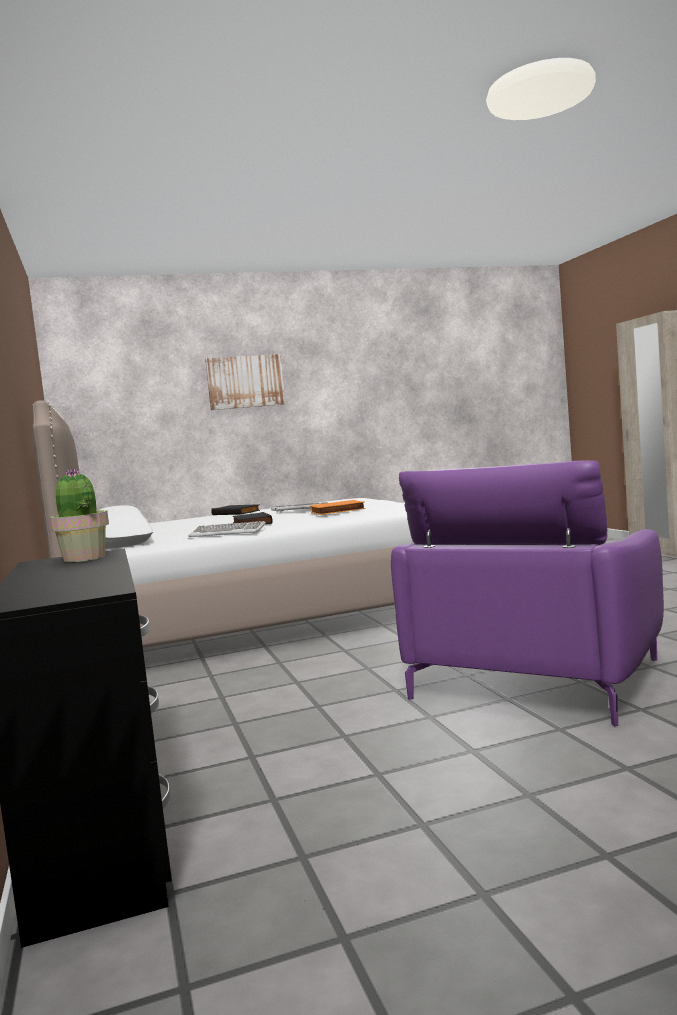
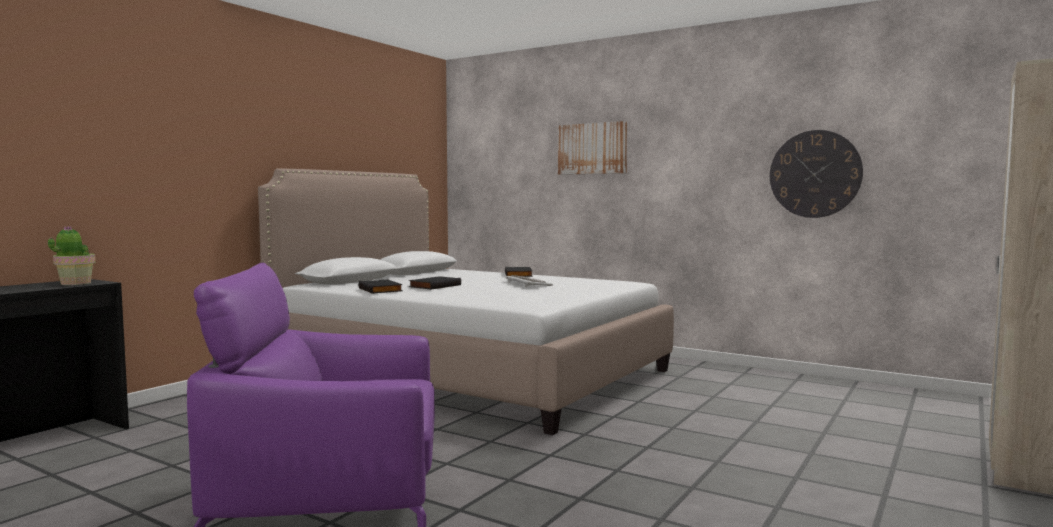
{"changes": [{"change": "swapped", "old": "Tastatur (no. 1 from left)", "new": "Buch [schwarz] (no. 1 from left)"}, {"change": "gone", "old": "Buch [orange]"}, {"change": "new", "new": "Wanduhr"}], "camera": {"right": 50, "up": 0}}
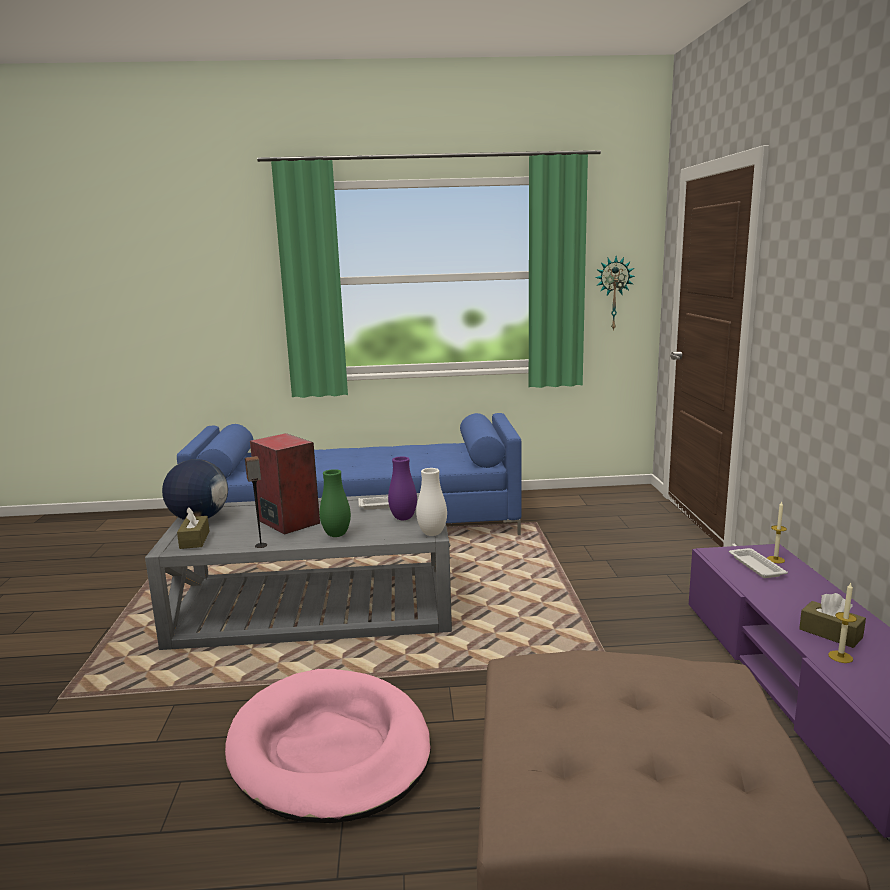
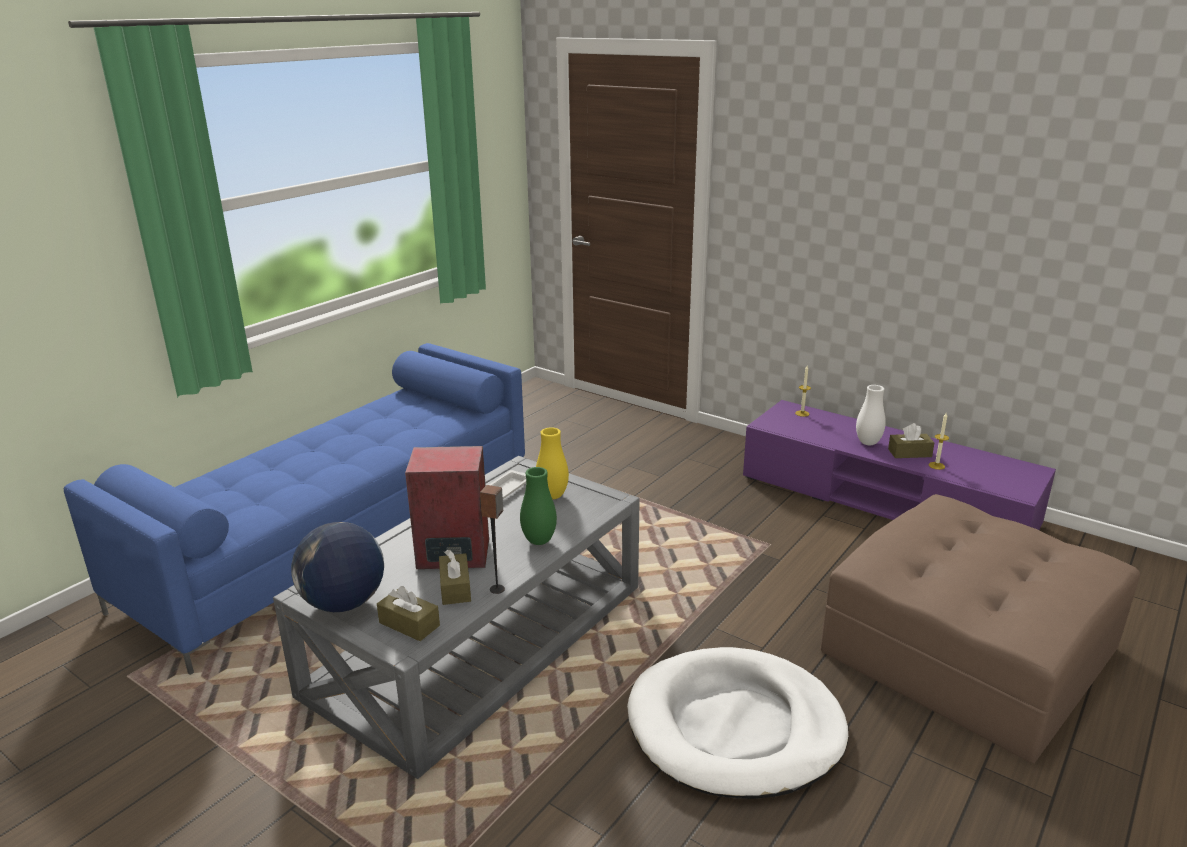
{"changes": [{"change": "repainted", "old": "Hundebett [rosa]", "new": "Hundebett [weiß]"}, {"change": "repainted", "old": "Vase [lila]", "new": "Vase [gelb]"}, {"change": "shifted", "old": "Vase [weiß]"}, {"change": "gone", "old": "Wanduhr"}, {"change": "gone", "old": "Tablett [weiß] (no. 2 from left)"}, {"change": "new", "new": "Taschentuchbox [braun] (no. 2 from left)"}], "camera": {"right": -50, "up": 10}}
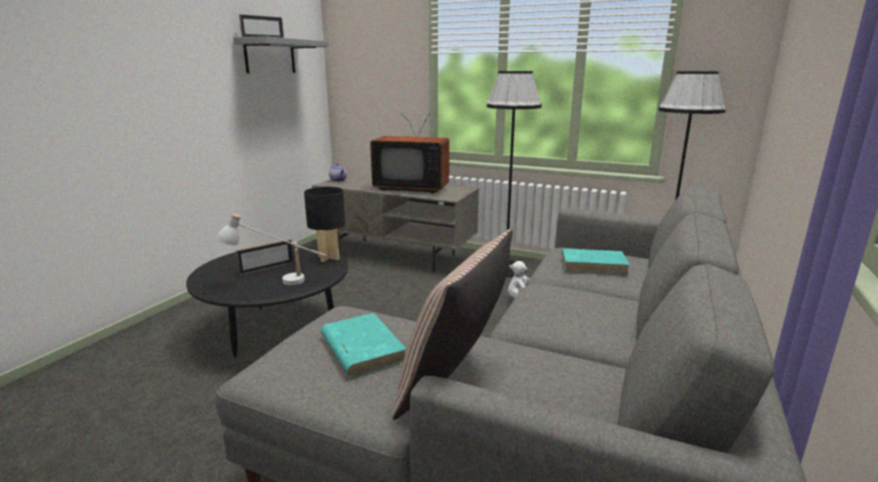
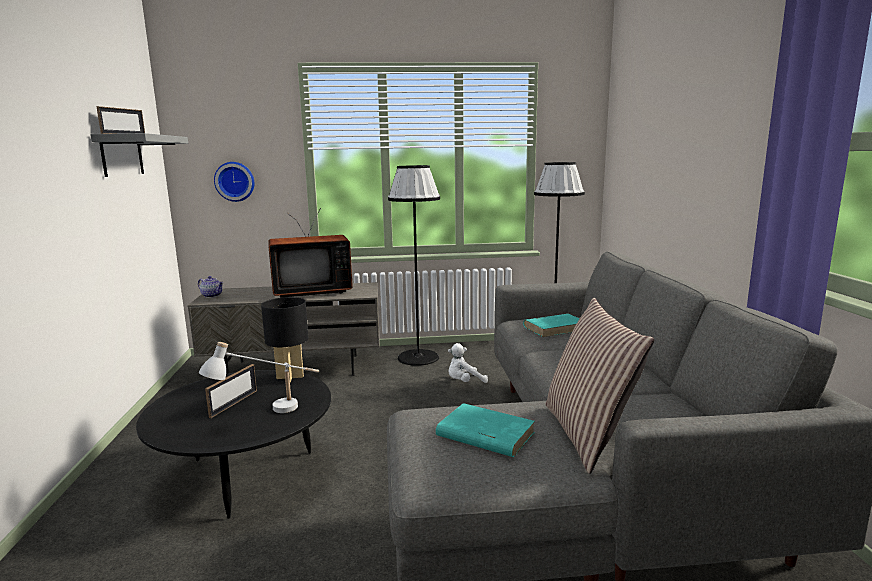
{"changes": [{"change": "new", "new": "Wanduhr"}], "camera": {"right": -30, "up": -5}}
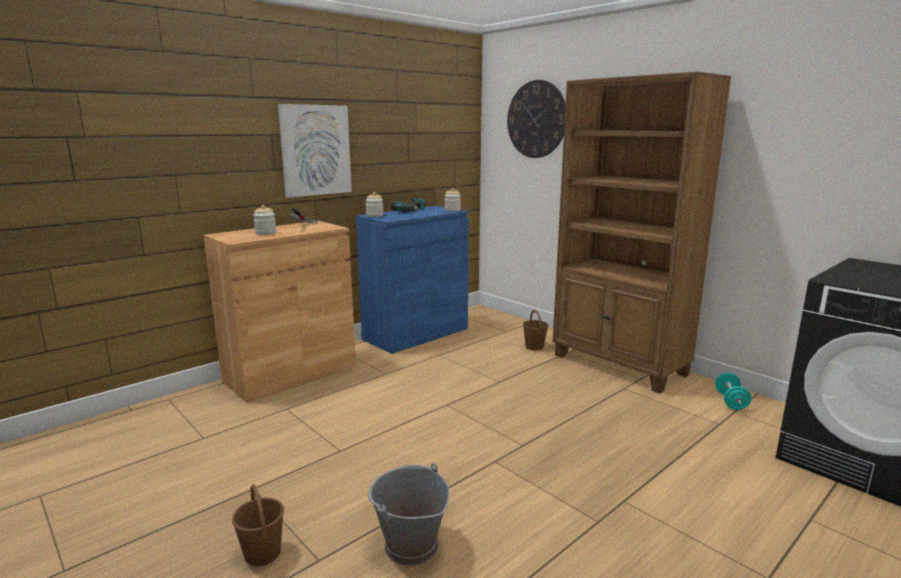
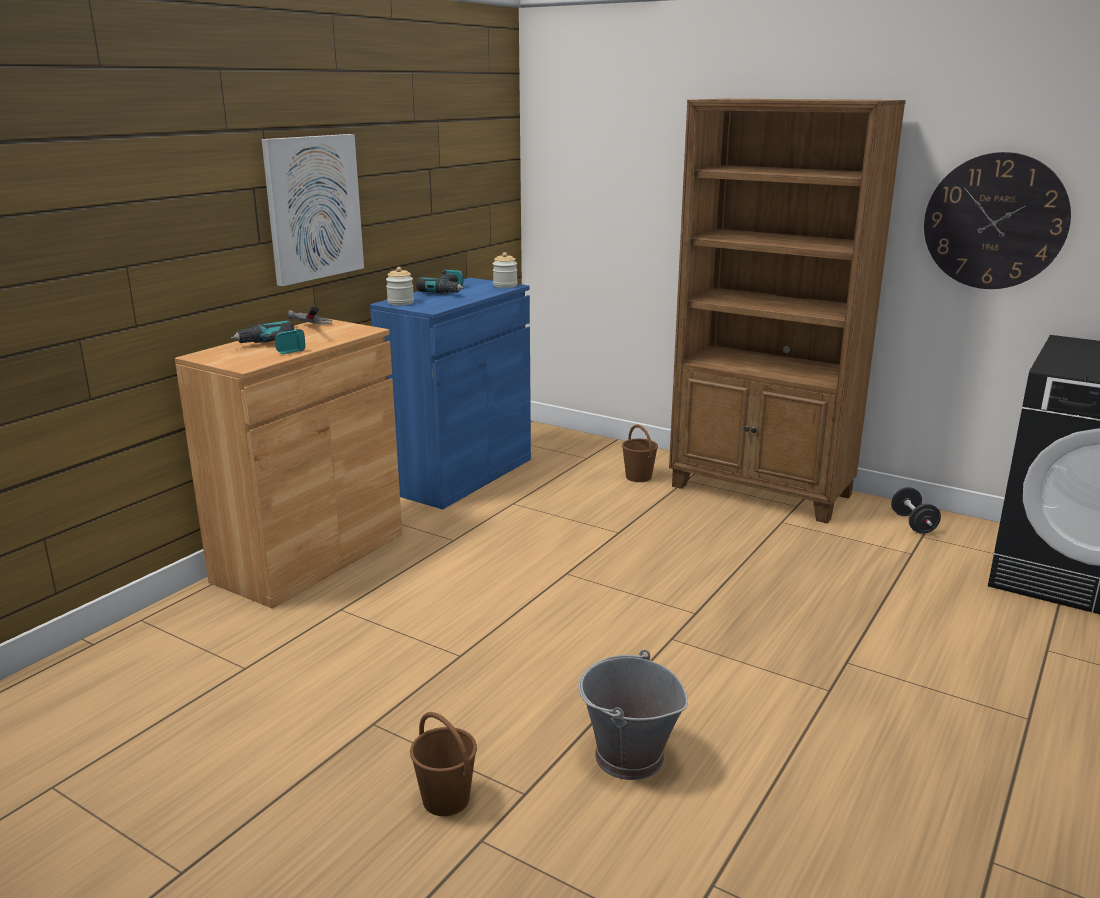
{"changes": [{"change": "swapped", "old": "Vorratsglas (no. 1 from left)", "new": "Bohrmaschine (no. 1 from left)"}, {"change": "shifted", "old": "Wanduhr"}, {"change": "repainted", "old": "Hantel [türkis]", "new": "Hantel [schwarz]"}], "camera": {"right": -15, "up": 5}}
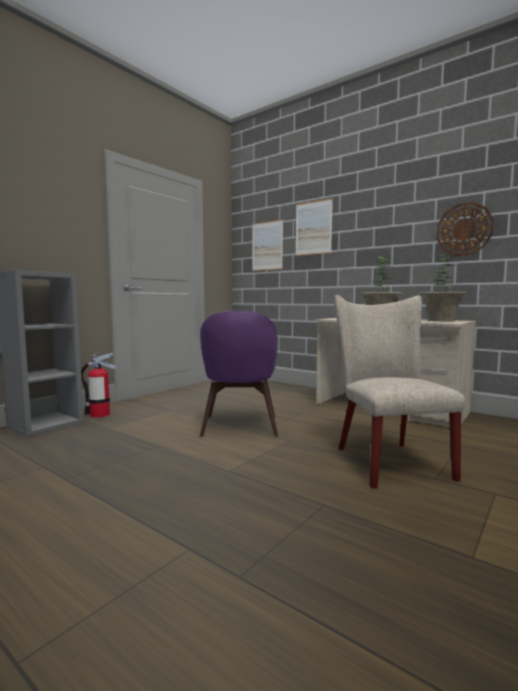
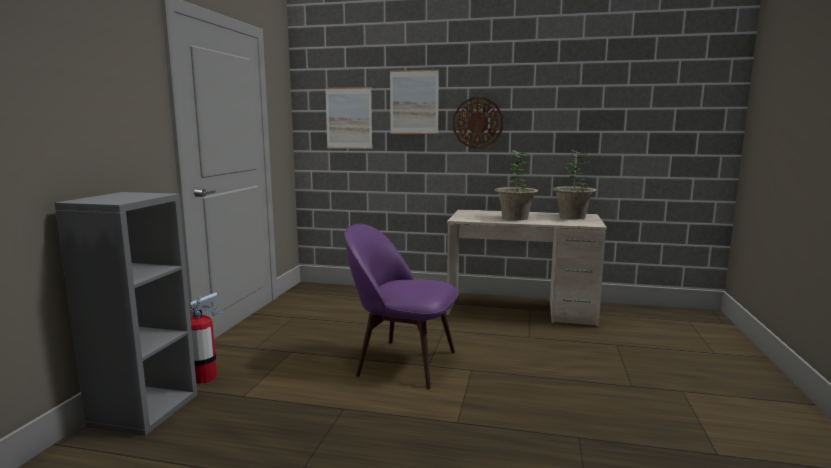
{"changes": [{"change": "rotated", "old": "Stuhl [lila]", "degrees": 135}, {"change": "gone", "old": "Stuhl [beige]"}, {"change": "shifted", "old": "Wanduhr"}], "camera": {"right": -25, "up": 5}}
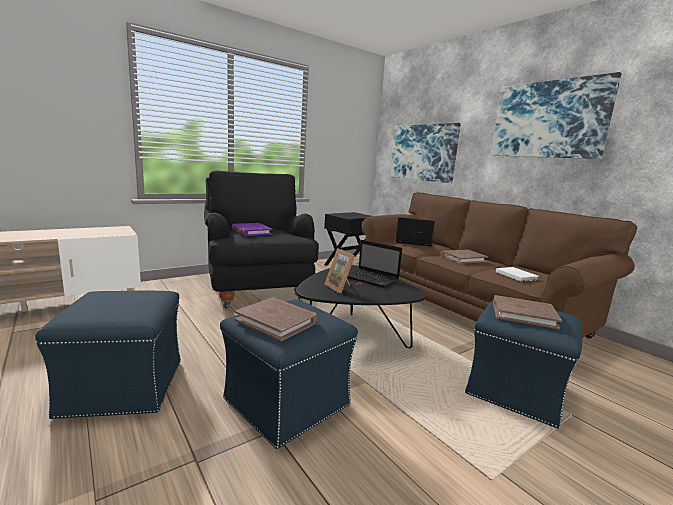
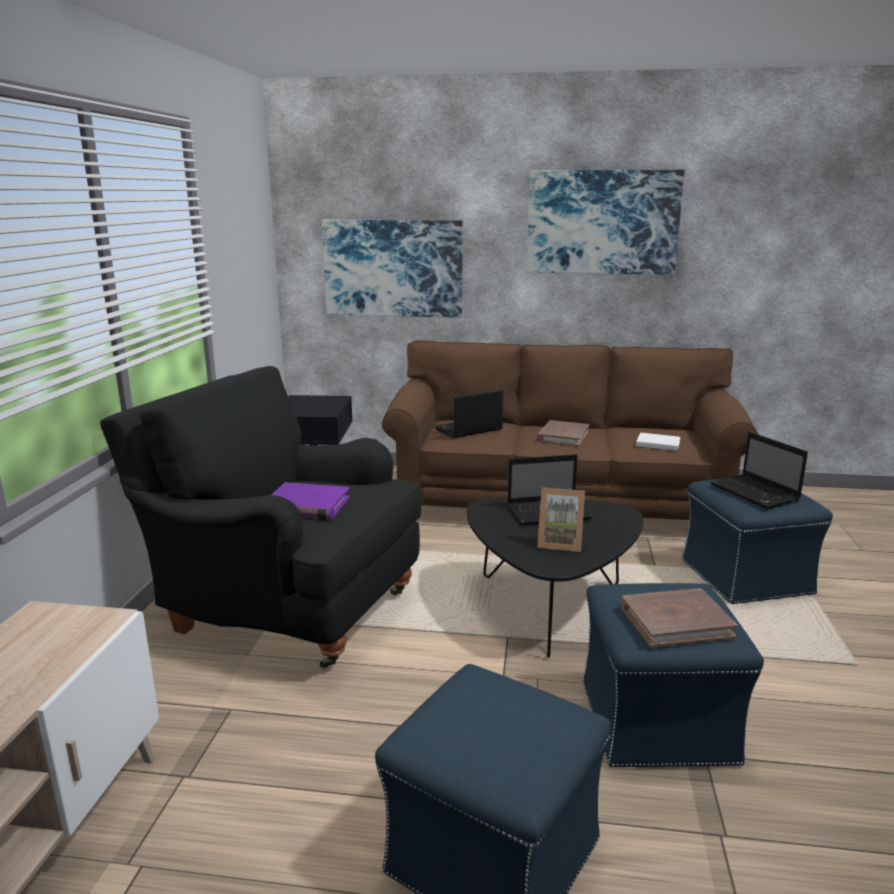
{"changes": [{"change": "swapped", "old": "Buch [braun] (no. 3 from left)", "new": "Laptop (no. 3 from left)"}], "camera": {"right": -45, "up": 5}}
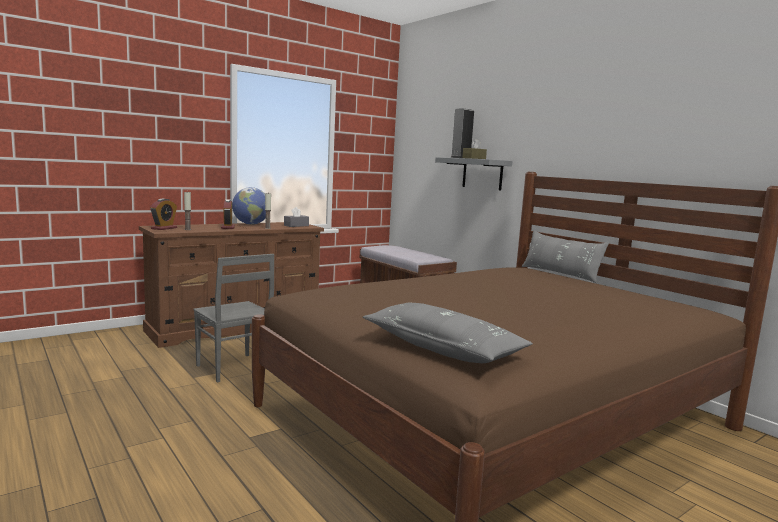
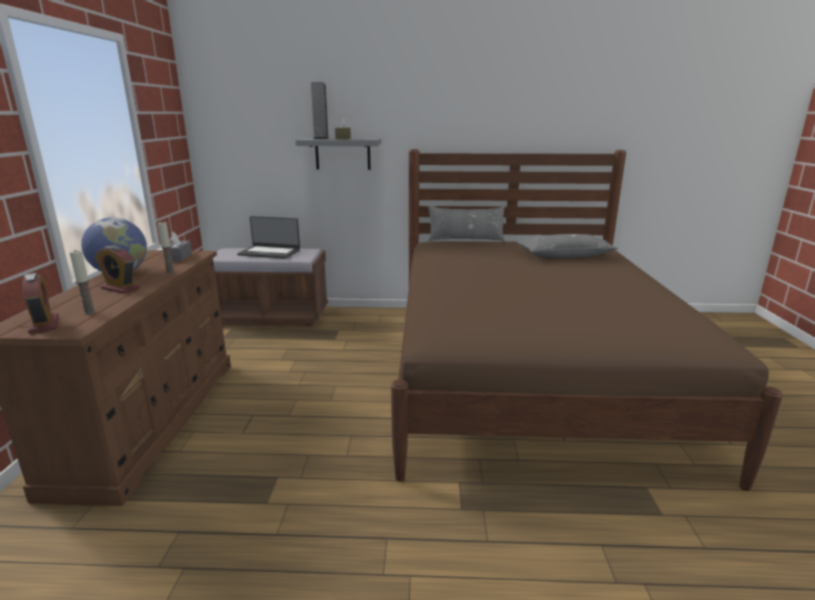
{"changes": [{"change": "gone", "old": "Stuhl [grau]"}, {"change": "shifted", "old": "Kissen [grau] (no. 1 from left in the first image)", "new": "Kissen [grau] (no. 2 from left)"}, {"change": "new", "new": "Laptop"}], "camera": {"right": -50, "up": 10}}
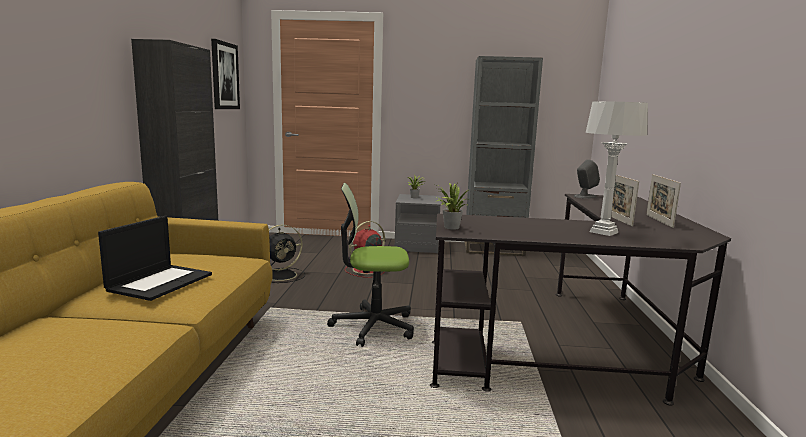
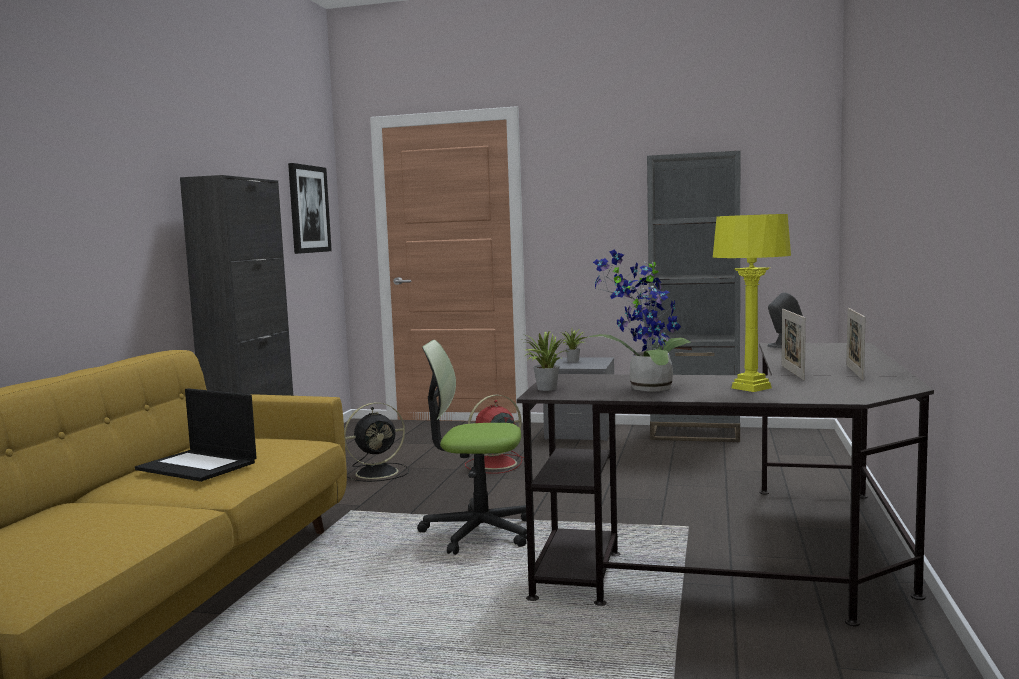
{"changes": [{"change": "rotated", "old": "Laptop", "degrees": 90}, {"change": "repainted", "old": "Tischlampe [weiß]", "new": "Tischlampe [gelb]"}, {"change": "new", "new": "Topfpflanze (no. 3 from left)"}], "camera": {"right": 10, "up": -5}}
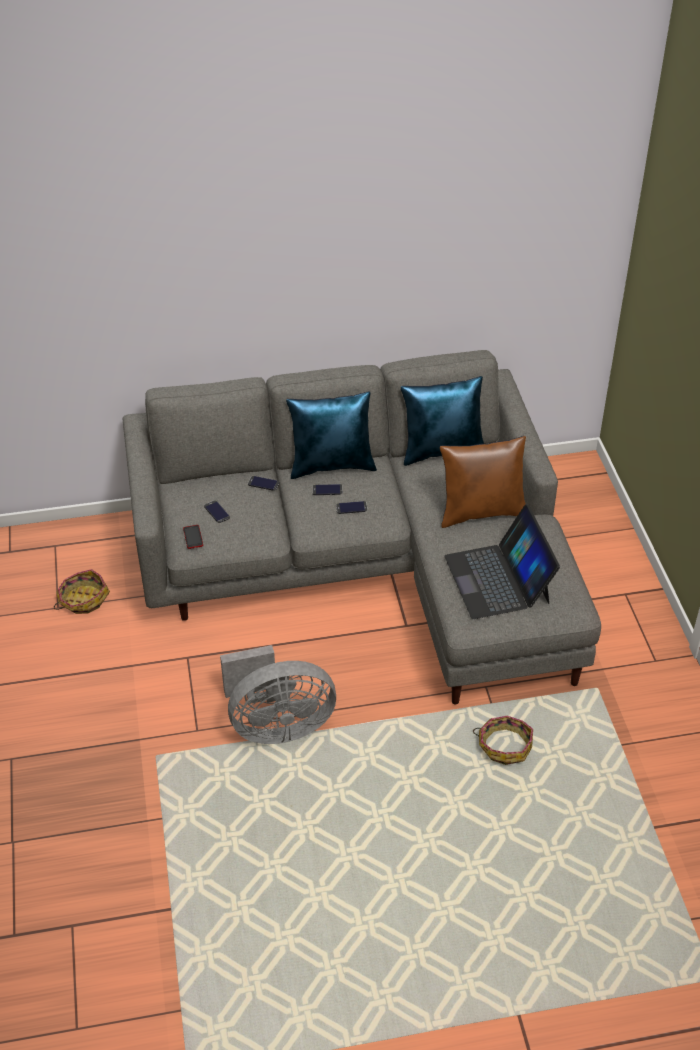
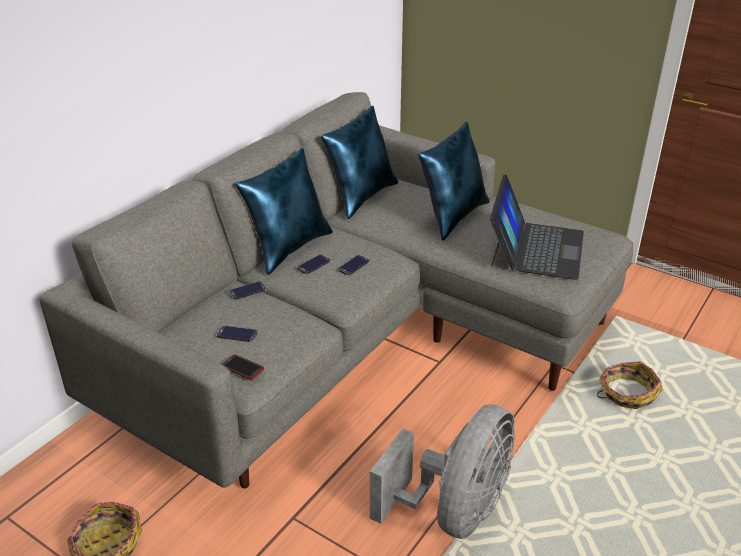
{"changes": [{"change": "repainted", "old": "Kissen [braun]", "new": "Kissen [blau] (no. 3 from left)"}, {"change": "rotated", "old": "Laptop", "degrees": -105}], "camera": {"right": -45, "up": -10}}
